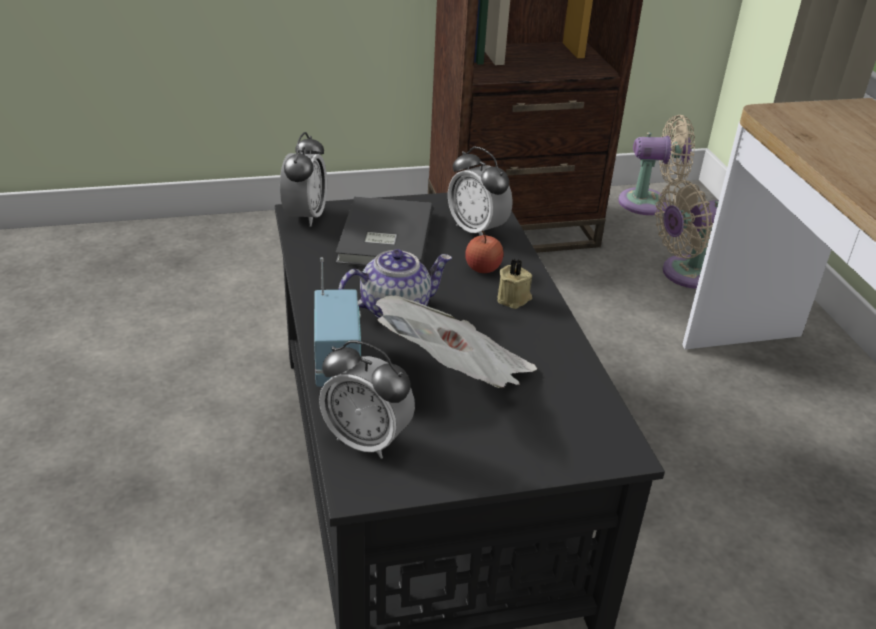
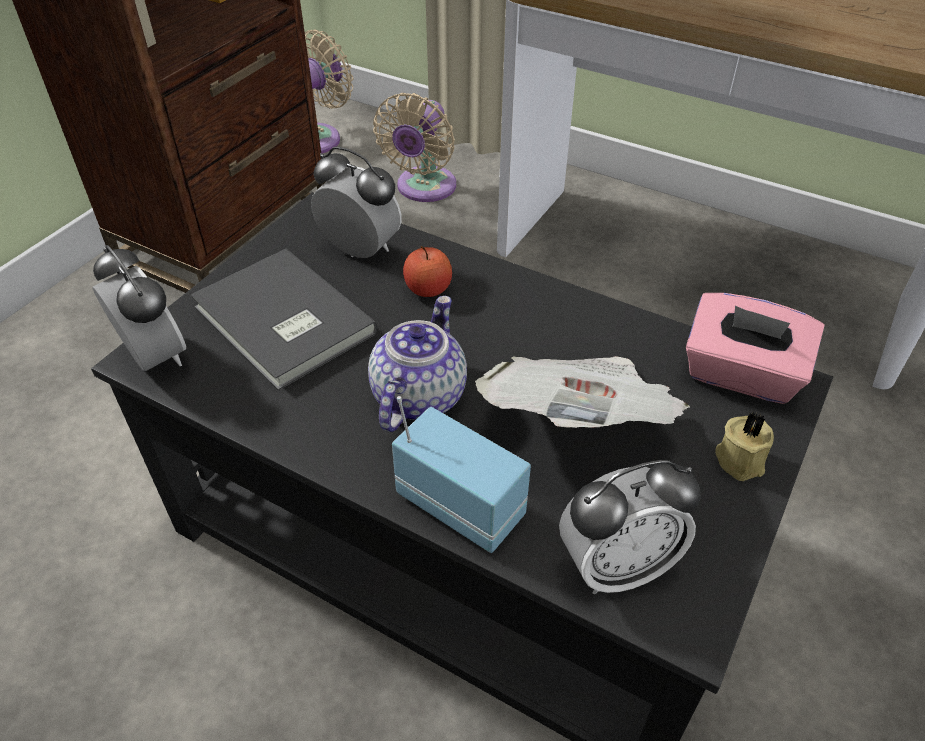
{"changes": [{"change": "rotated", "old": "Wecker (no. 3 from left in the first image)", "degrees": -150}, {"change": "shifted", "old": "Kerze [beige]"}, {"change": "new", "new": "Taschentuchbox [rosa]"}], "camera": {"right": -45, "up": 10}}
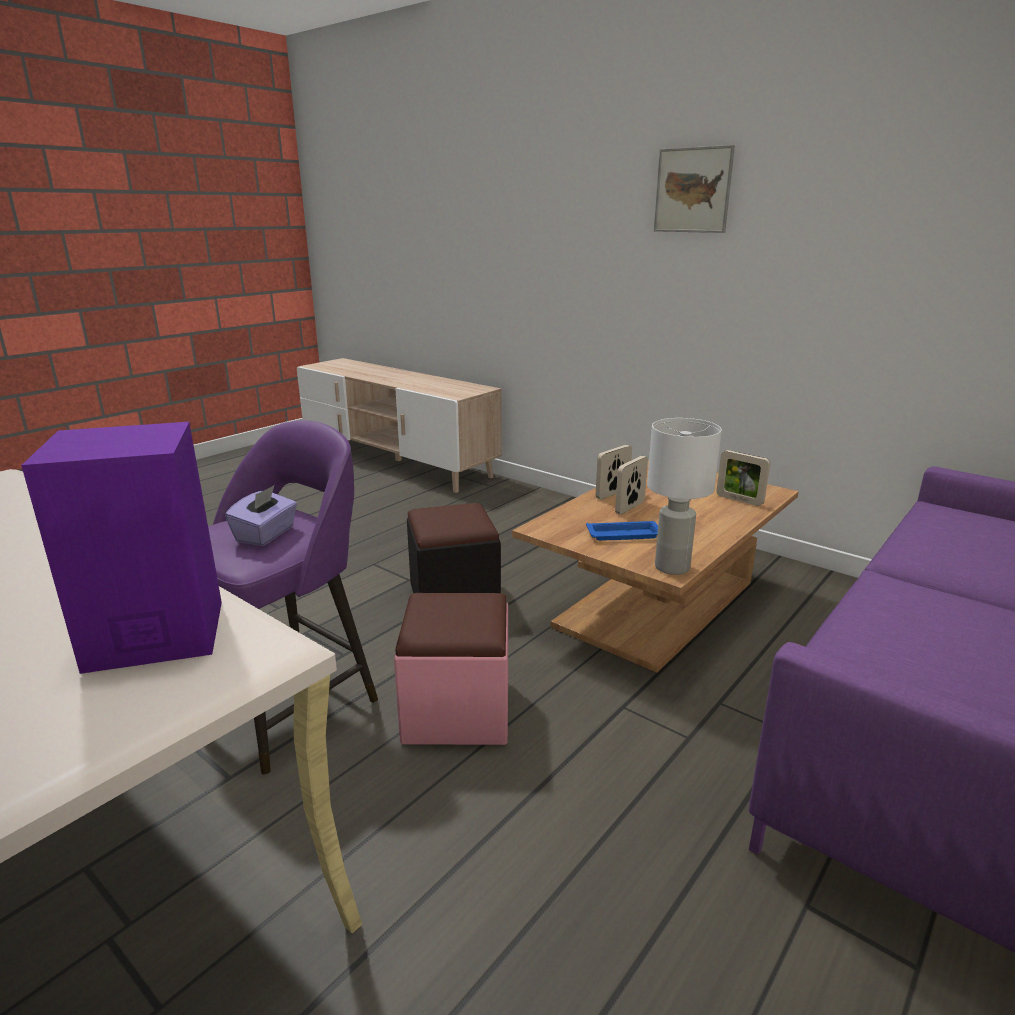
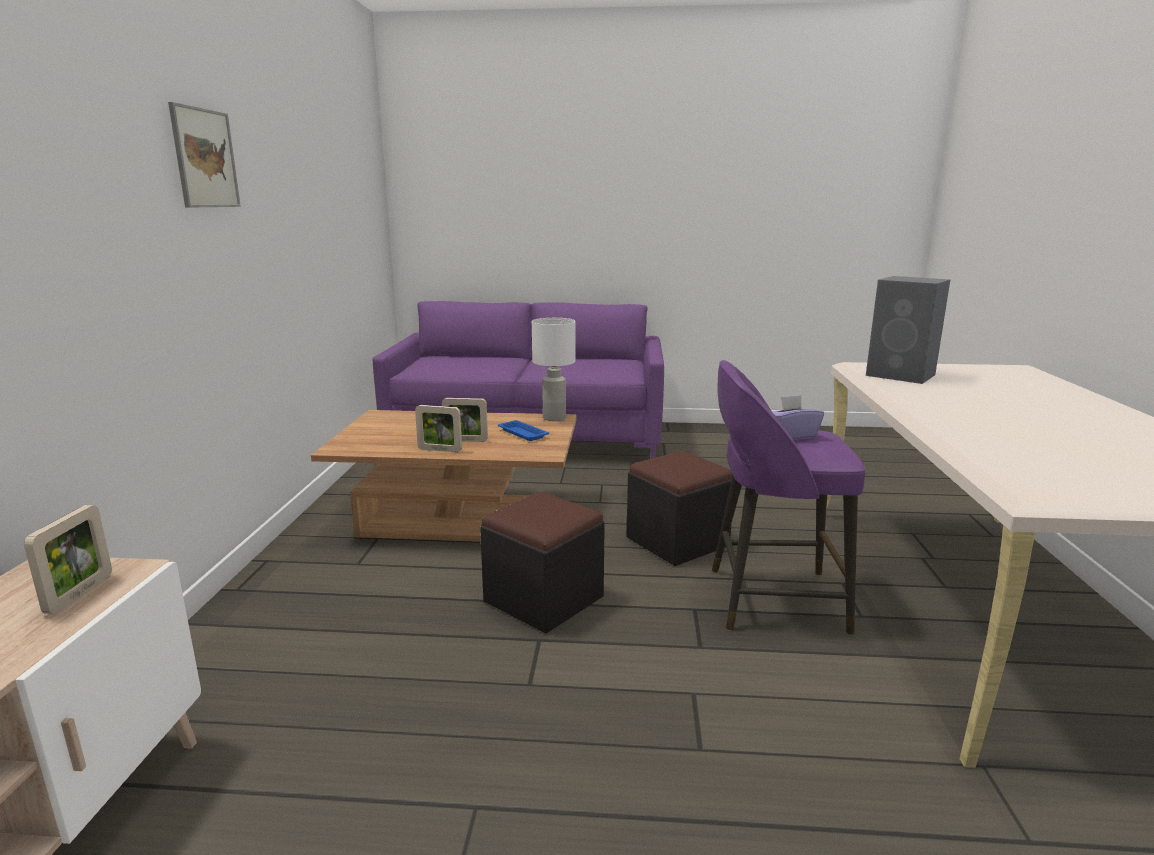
{"changes": [{"change": "repainted", "old": "Lautsprecher [lila]", "new": "Lautsprecher [grau]"}, {"change": "repainted", "old": "Polsterhocker [rosa]", "new": "Polsterhocker [schwarz] (no. 2 from left)"}, {"change": "shifted", "old": "Bilderrahmen (no. 3 from left in the first image)", "new": "Bilderrahmen (no. 1 from left)"}], "camera": {"right": -125, "up": -5}}
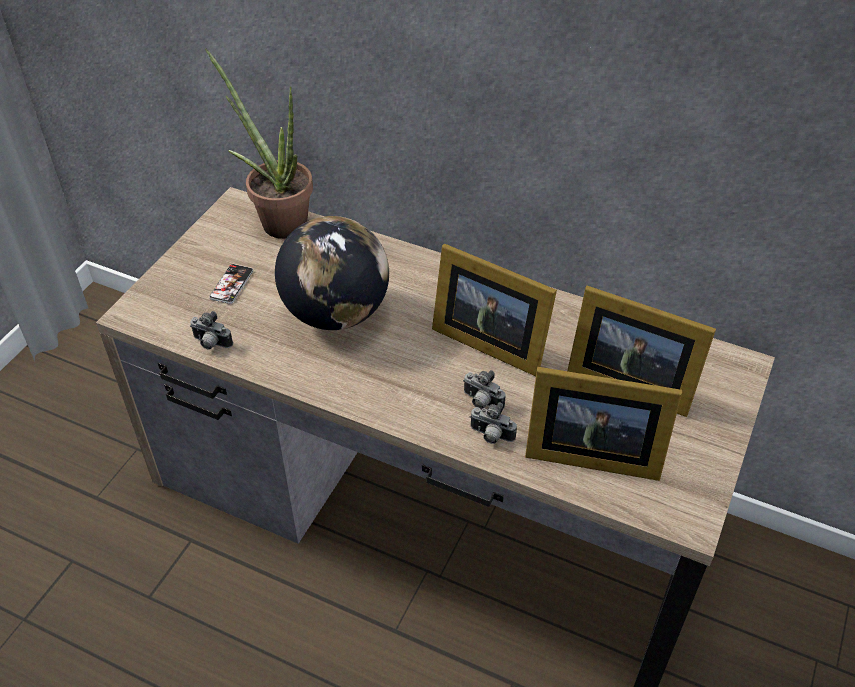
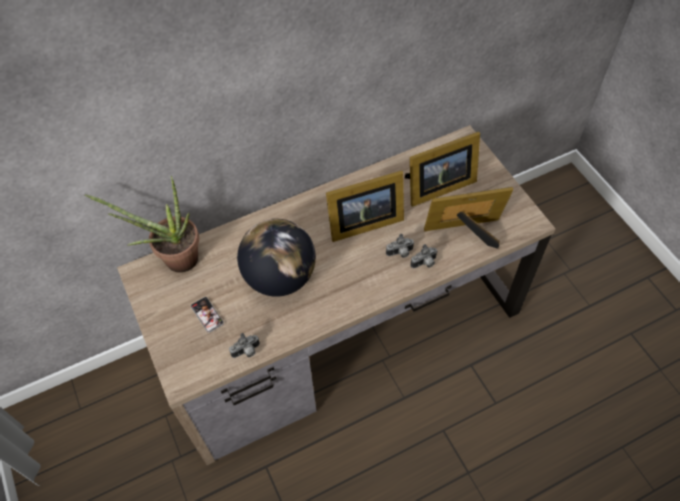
{"changes": [{"change": "rotated", "old": "Bilderrahmen (no. 2 from left in the first image)", "degrees": -150}], "camera": {"right": -50, "up": 10}}
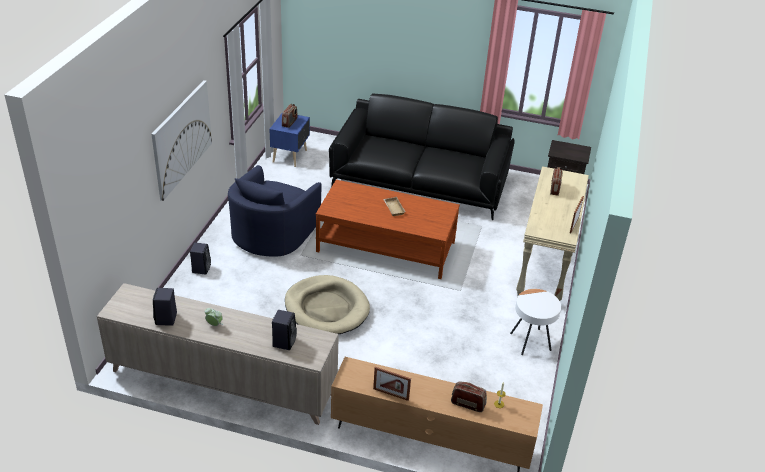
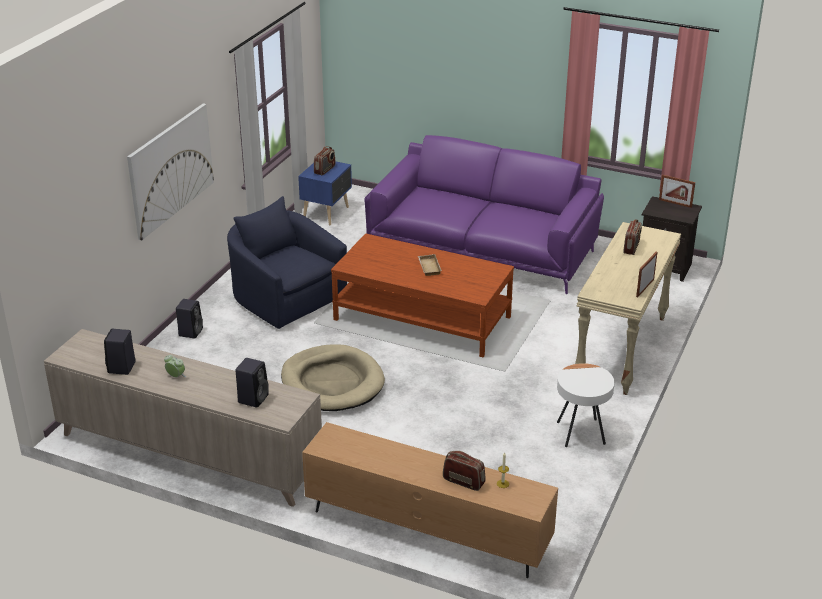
{"changes": [{"change": "rotated", "old": "Sessel [blau]", "degrees": 105}, {"change": "repainted", "old": "Sofa [schwarz]", "new": "Sofa [lila]"}, {"change": "shifted", "old": "Bilderrahmen (no. 1 from left in the first image)", "new": "Bilderrahmen (no. 2 from left)"}], "camera": {"right": 10, "up": -5}}
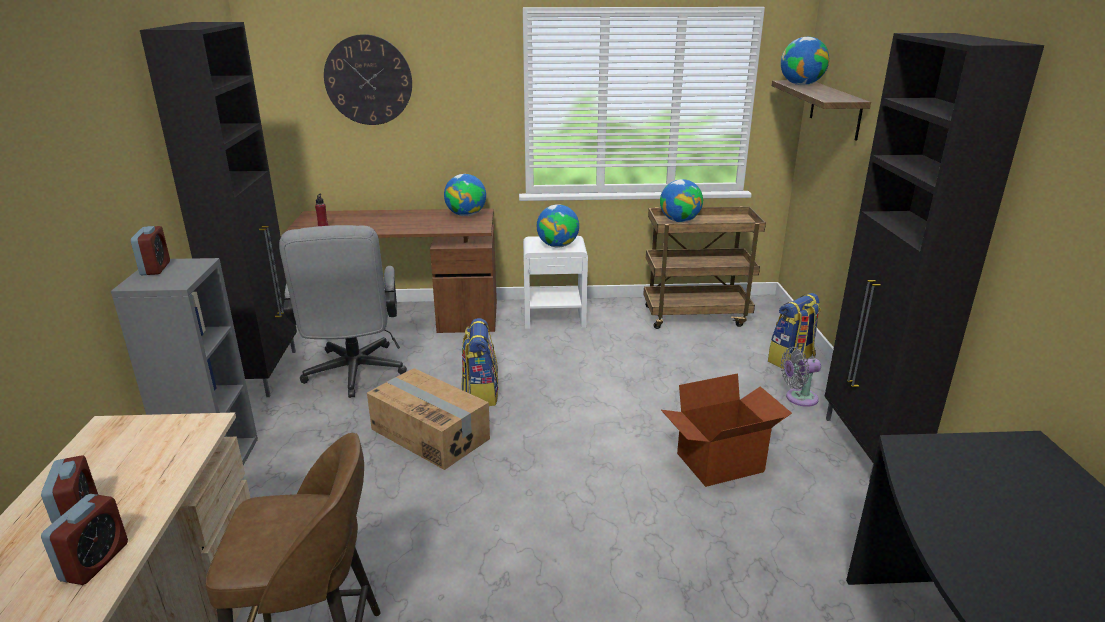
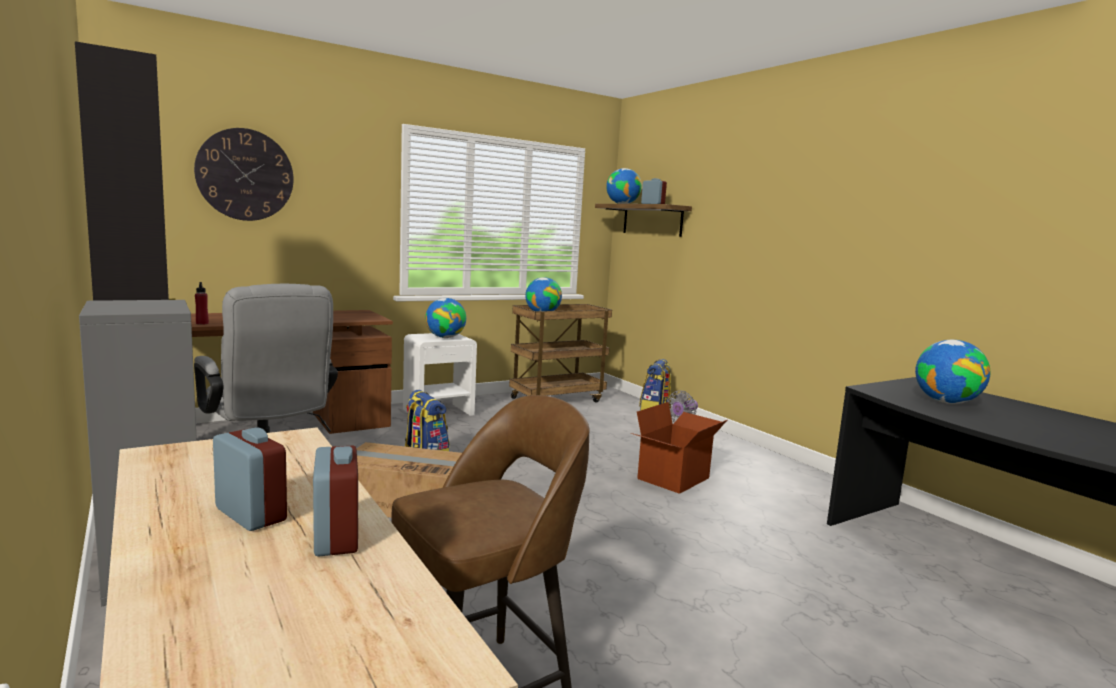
{"changes": [{"change": "shifted", "old": "Wecker (no. 3 from left)"}, {"change": "shifted", "old": "Globus (no. 1 from left in the first image)", "new": "Globus (no. 4 from left)"}, {"change": "gone", "old": "Schrank [schwarz] (no. 2 from left)"}], "camera": {"right": -30, "up": -15}}
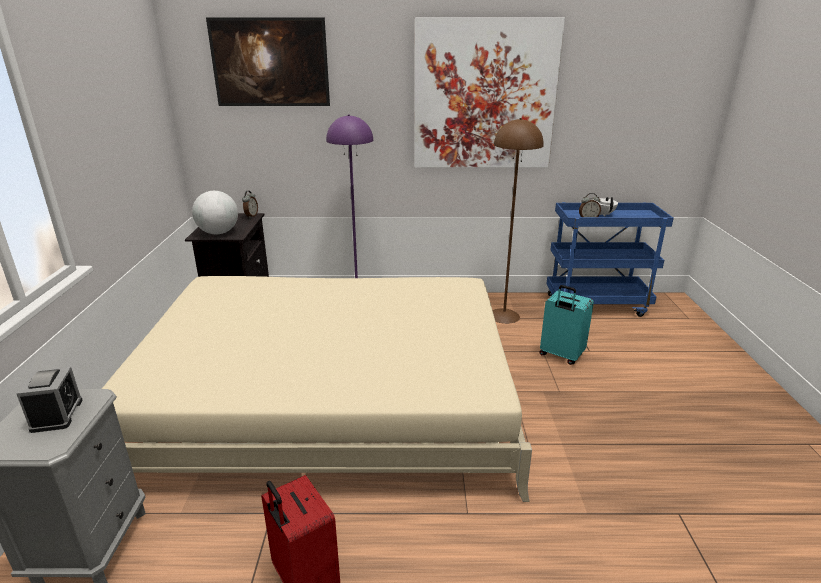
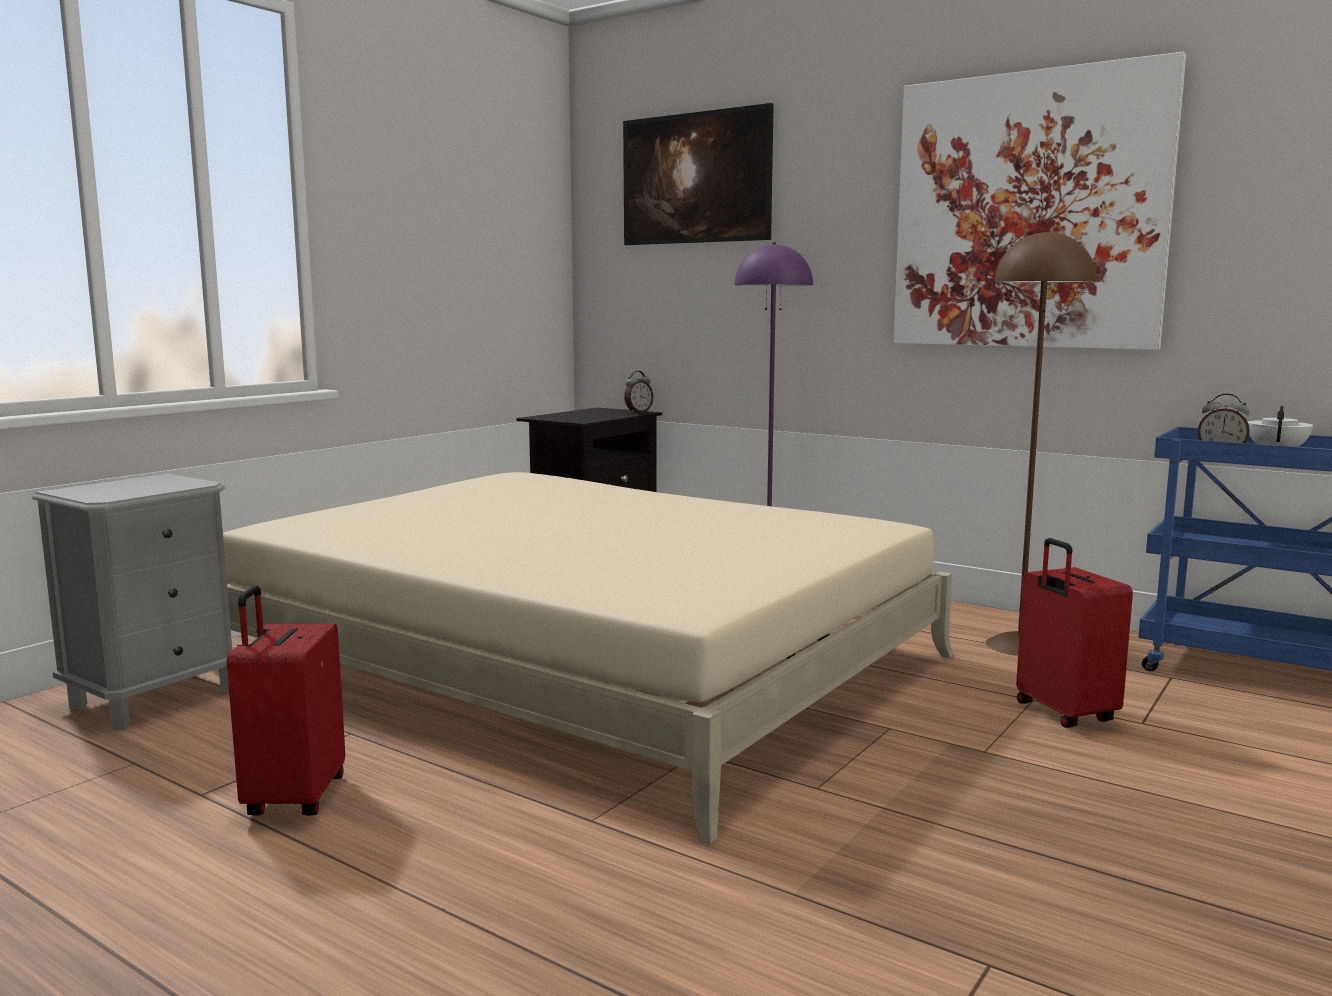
{"changes": [{"change": "gone", "old": "Wecker (no. 1 from left)"}, {"change": "gone", "old": "Globus"}, {"change": "repainted", "old": "Koffer [türkis]", "new": "Koffer [rot] (no. 2 from left)"}], "camera": {"right": 35, "up": -15}}
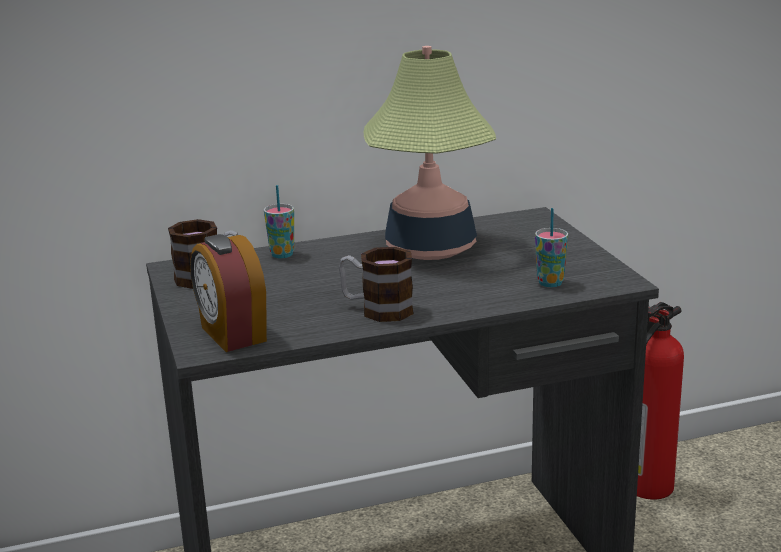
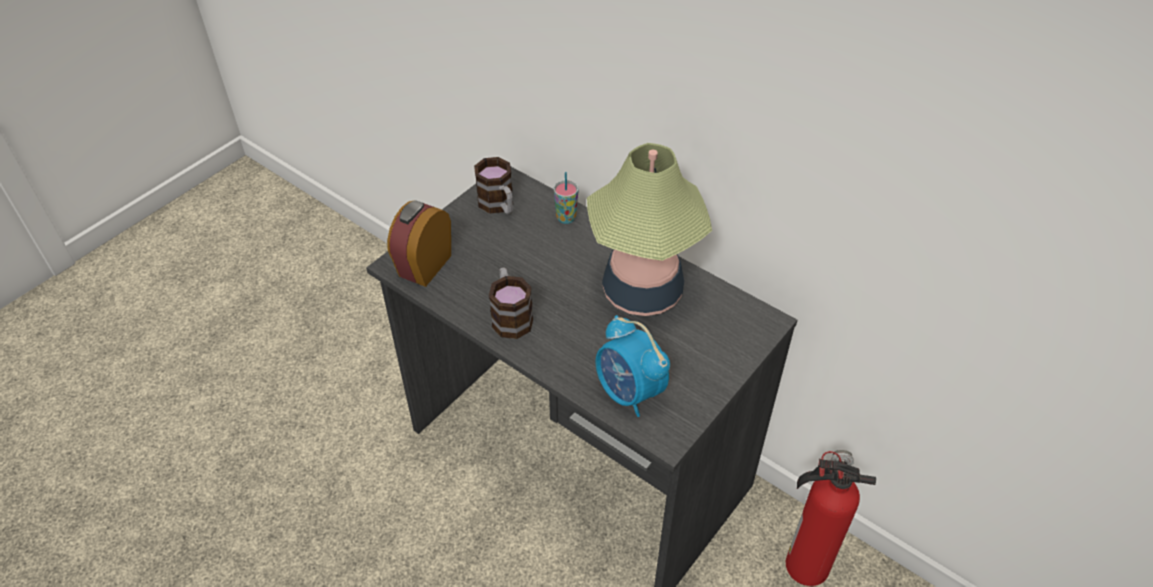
{"changes": [{"change": "swapped", "old": "Tasse (no. 2 from left)", "new": "Wecker (no. 2 from left)"}], "camera": {"right": 55, "up": 25}}
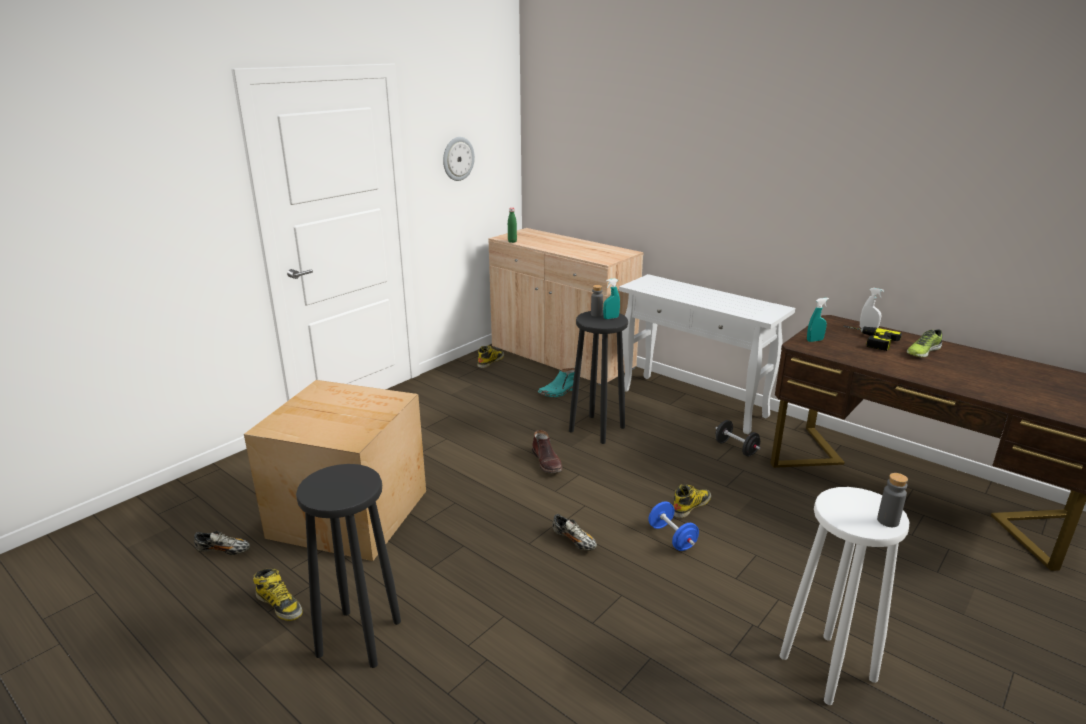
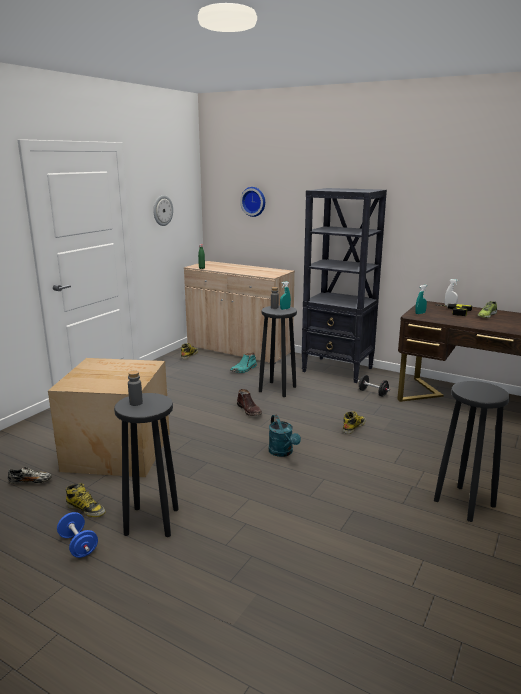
{"changes": [{"change": "swapped", "old": "Schuh (no. 2 from left)", "new": "Gießkanne [türkis]"}, {"change": "swapped", "old": "Konsolentisch [weiß]", "new": "Bücherregal [schwarz]"}, {"change": "shifted", "old": "Hantel [blau]"}, {"change": "repainted", "old": "Hocker [weiß]", "new": "Hocker [schwarz] (no. 3 from left)"}, {"change": "shifted", "old": "Flasche [grau] (no. 2 from left in the first image)", "new": "Flasche [grau] (no. 1 from left)"}, {"change": "new", "new": "Wanduhr (no. 2 from left)"}], "camera": {"right": -10, "up": -5}}
